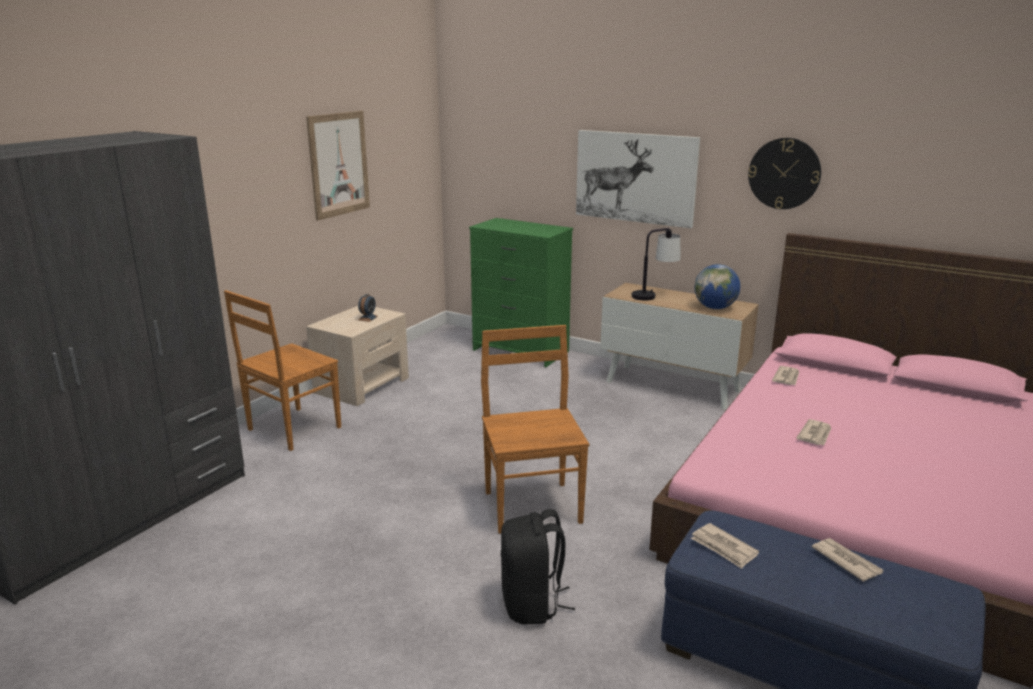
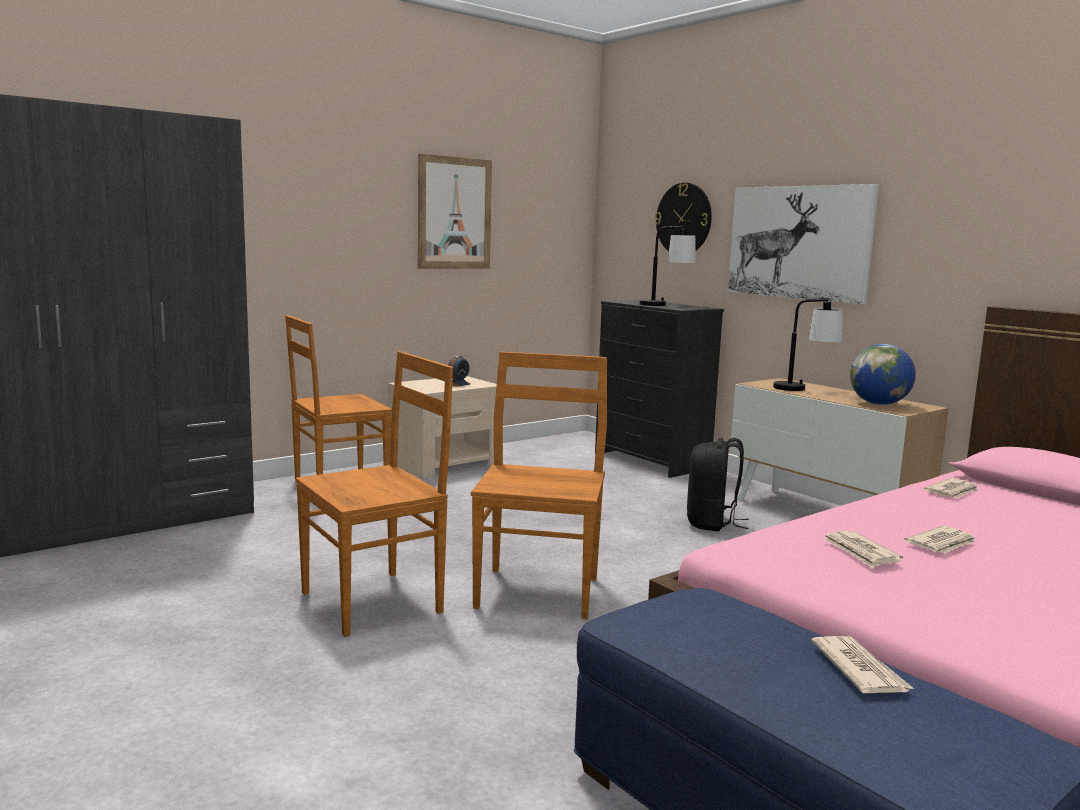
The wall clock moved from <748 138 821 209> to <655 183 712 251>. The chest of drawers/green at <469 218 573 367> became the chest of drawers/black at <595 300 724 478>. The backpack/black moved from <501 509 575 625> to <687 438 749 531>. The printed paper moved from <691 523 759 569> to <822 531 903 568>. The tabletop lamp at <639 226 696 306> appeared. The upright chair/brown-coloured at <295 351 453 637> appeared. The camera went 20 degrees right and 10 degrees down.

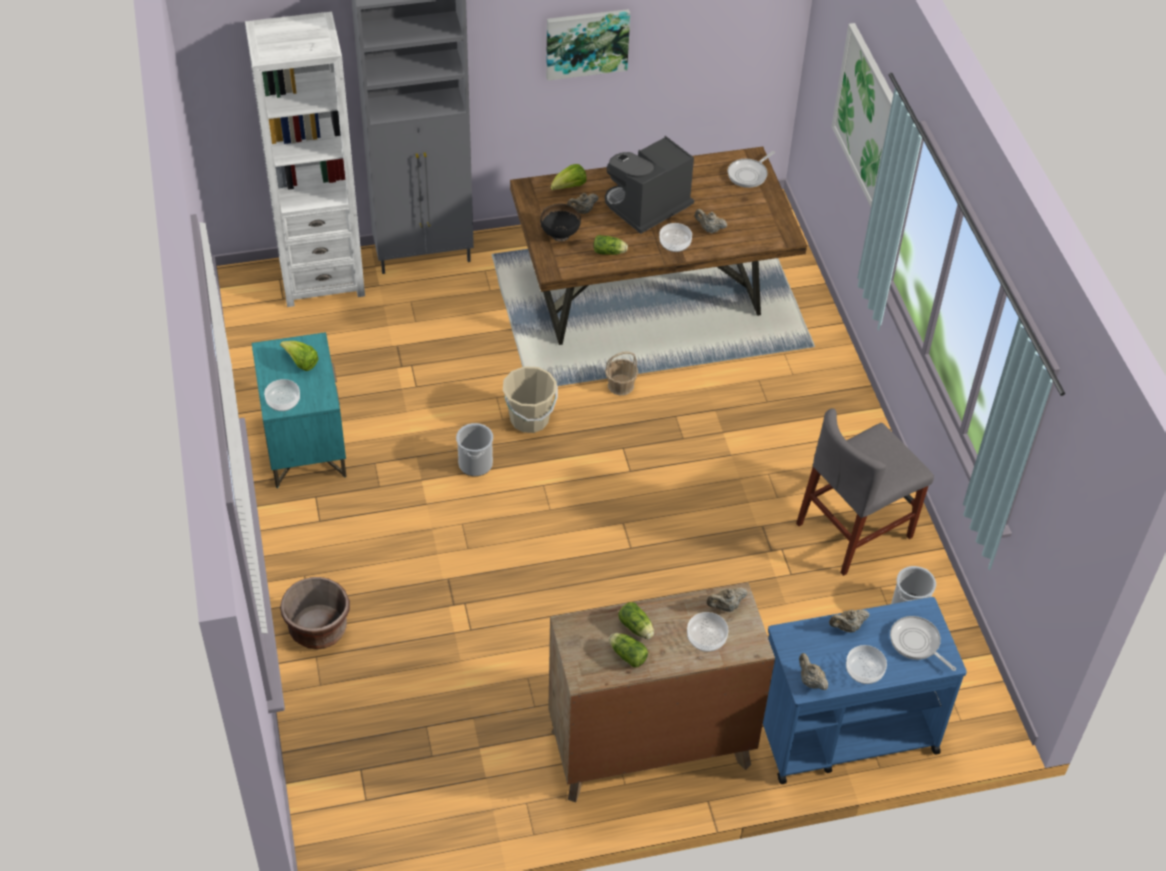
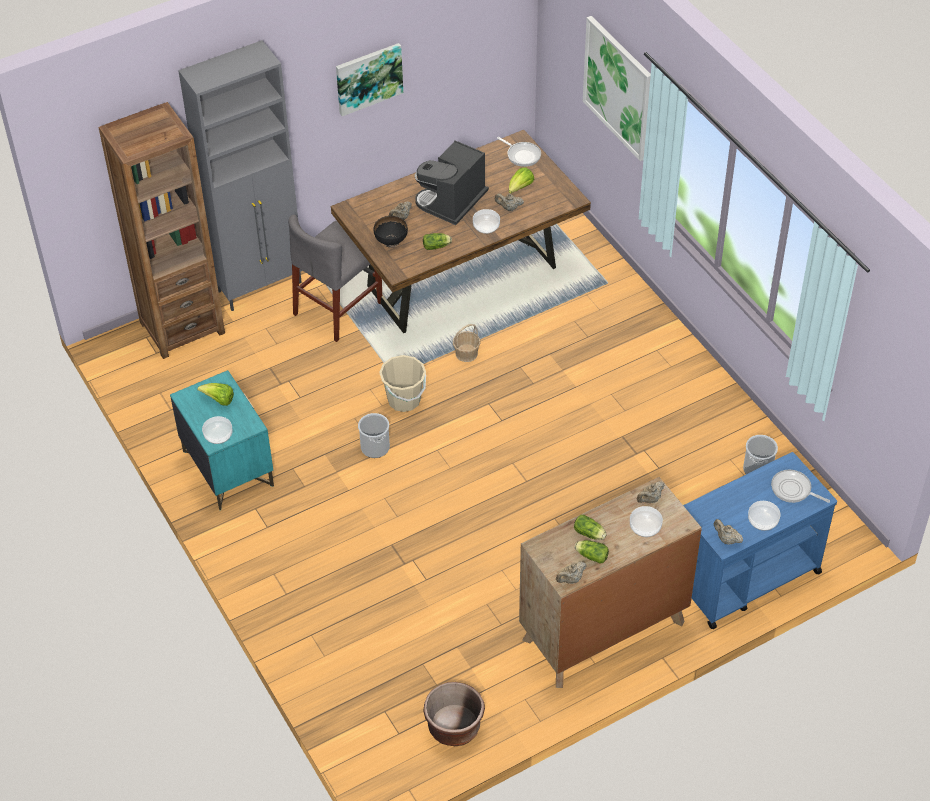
The shelving unit/white-coloured at <245 12 365 307> became the shelving unit/brown-coloured at <98 102 225 359>. The skillet at <728 151 775 188> turned 75 degrees counterclockwise. The lettuce moved from <551 164 587 190> to <509 167 534 194>. The upright chair/gray moved from <796 408 934 576> to <288 215 382 342>. The plant pot/brown-coloured moved from <280 577 350 650> to <424 682 485 746>. The tea pot/beige moved from <829 610 869 633> to <556 562 587 584>. The camera went 15 degrees left and 0 degrees up.

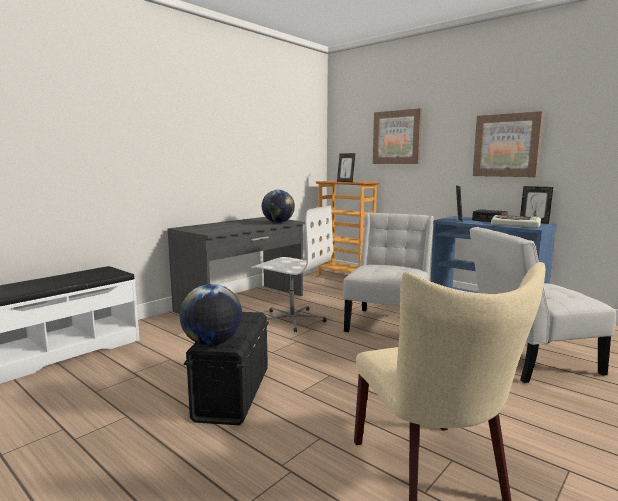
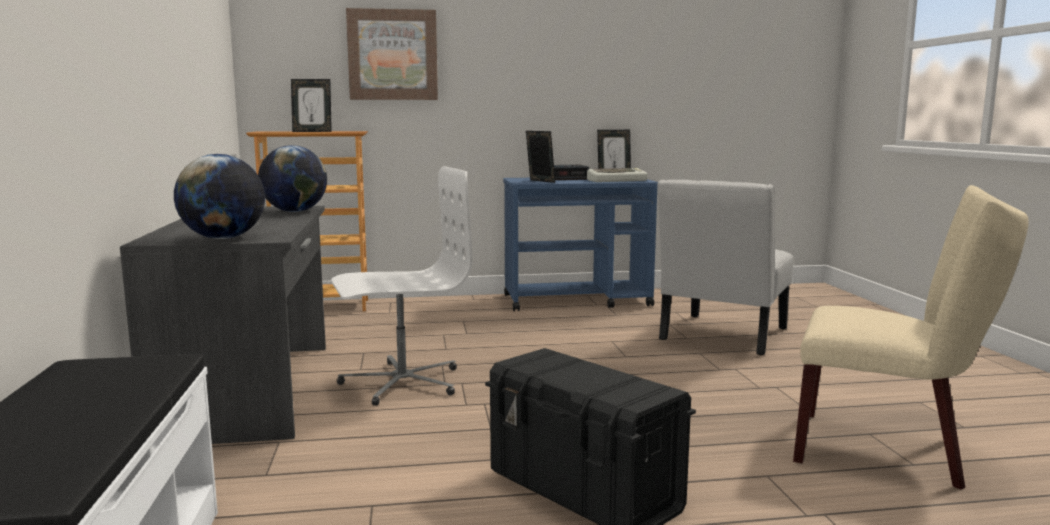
The picture at <473 111 543 177> disappeared. The upright chair/white-coloured at <343 213 434 332> disappeared. The desk globe moved from <180 284 242 346> to <174 154 265 239>. The camera went 50 degrees left and 0 degrees up.

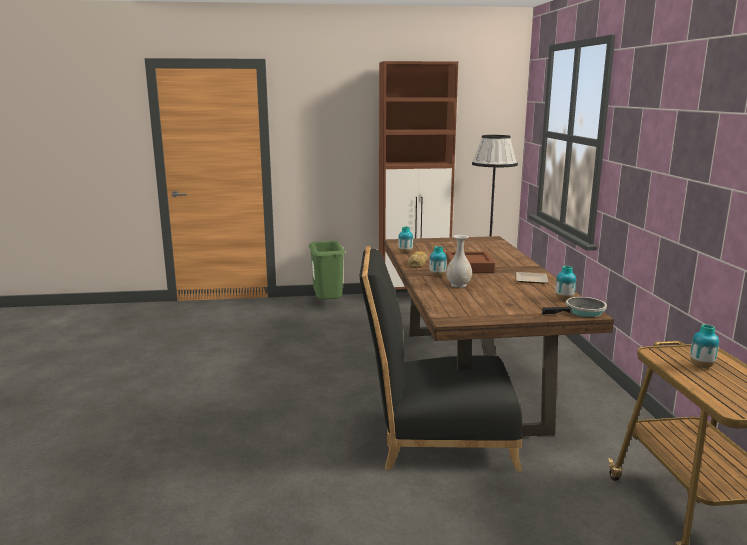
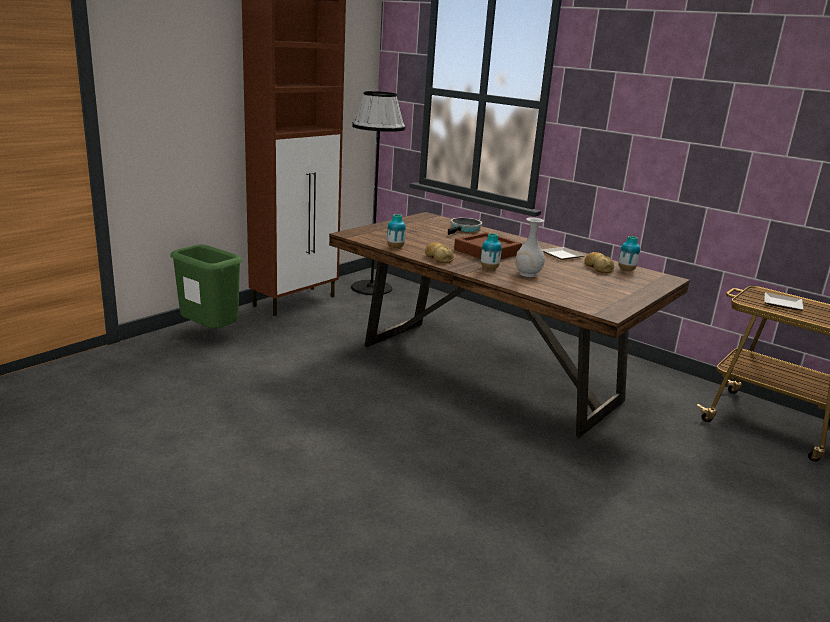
The upright chair/black at <359 246 522 472> disappeared. The skillet moved from <542 297 607 317> to <448 218 482 235>. The vase at <690 324 719 368> was replaced by the flat dish at <764 292 804 310>. The bread at <585 252 614 273> appeared. The camera went 45 degrees left and 5 degrees up.

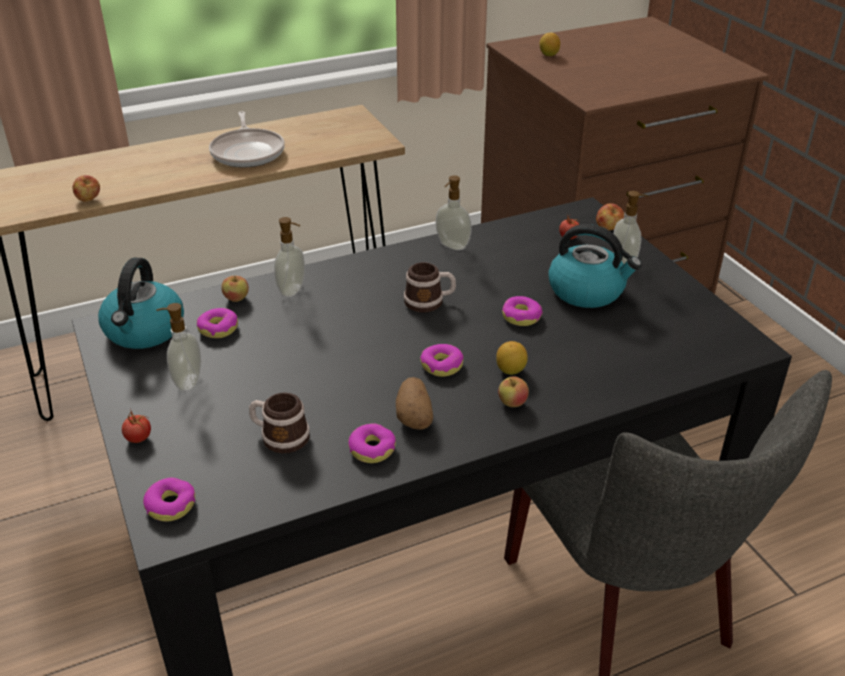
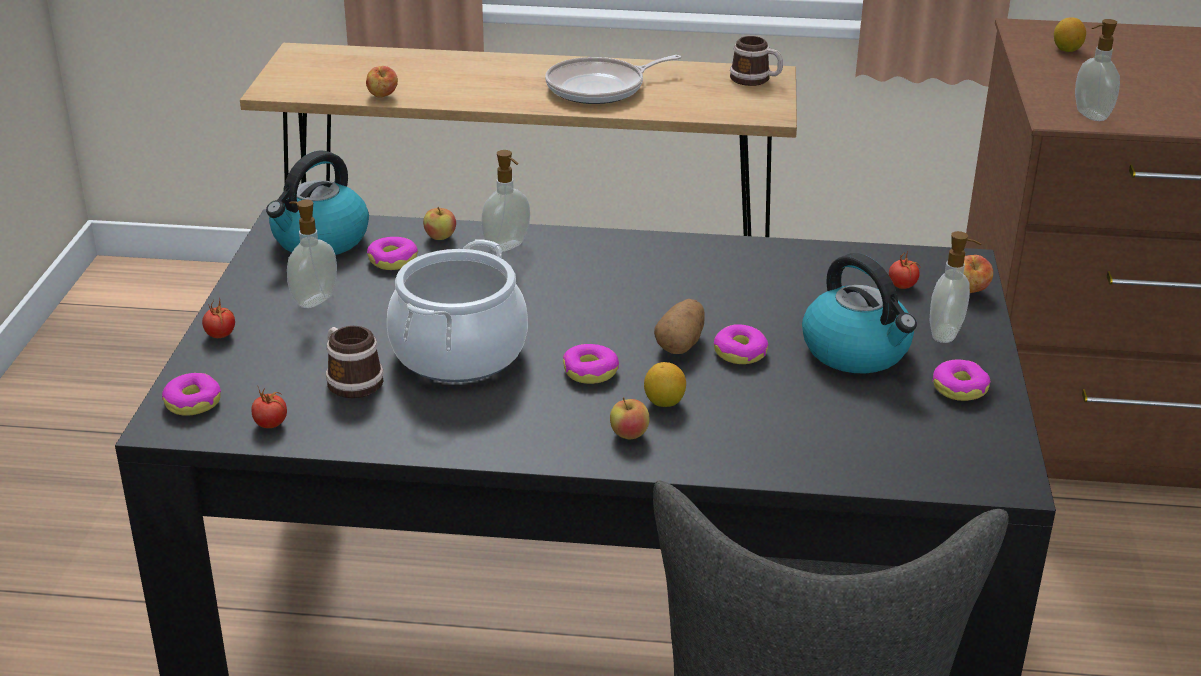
The skillet at <209 111 285 168> turned 45 degrees clockwise. The liquid soap bottle moved from <435 176 472 250> to <1075 19 1120 121>. The coffee mug moved from <404 262 456 313> to <730 36 783 86>. The potato moved from <396 377 433 430> to <654 299 705 354>. The ring doughnut moved from <348 424 396 463> to <932 360 991 401>. The stockpot at <387 239 528 382> appeared. The whole tomato at <251 387 287 428> appeared. The camera went 30 degrees right and 5 degrees down.

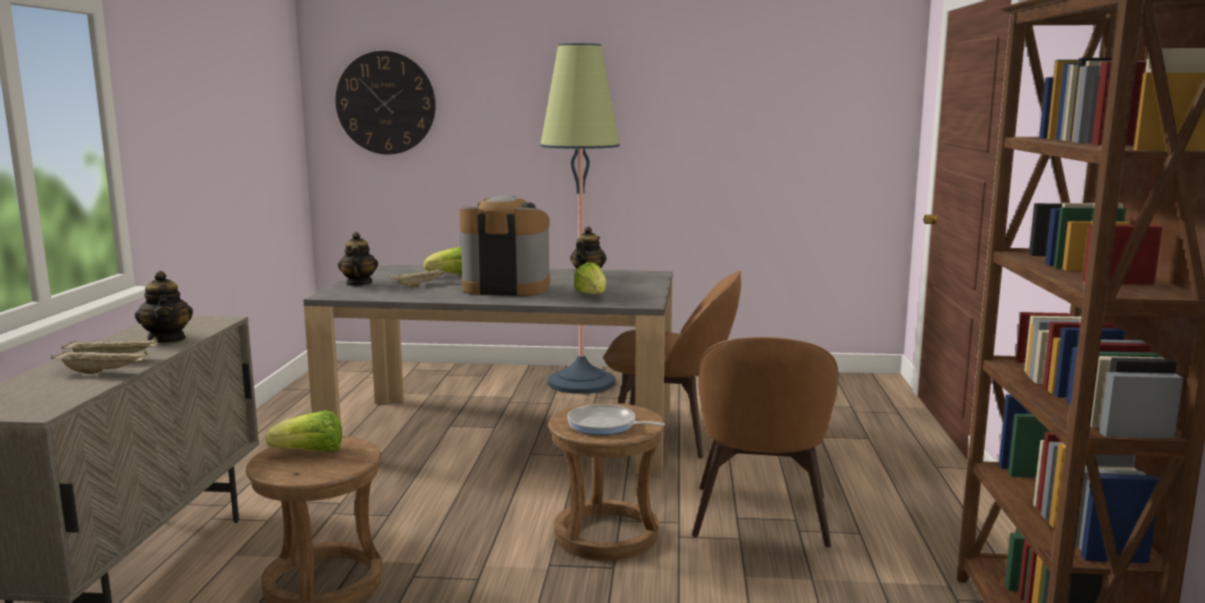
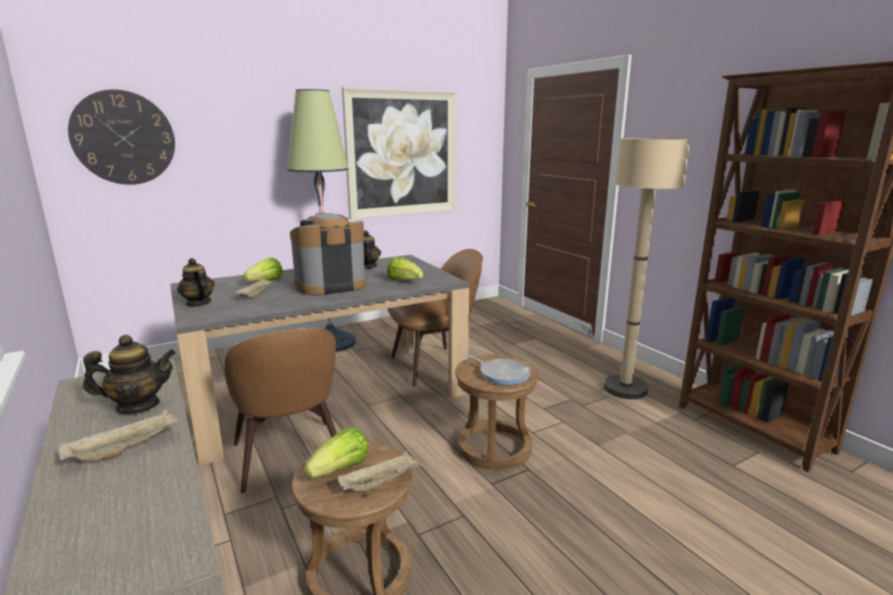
The tea pot at <135 271 193 343> turned 45 degrees counterclockwise. The upright chair/brown-coloured moved from <692 337 838 548> to <224 328 337 493>. The carrying tray/beige moved from <50 350 148 374> to <338 451 421 492>. The skillet at <567 404 665 435> turned 135 degrees counterclockwise. The picture at <342 87 457 219> appeared. The floor lamp/beige at <604 137 690 399> appeared. The camera went 35 degrees left and 5 degrees up.

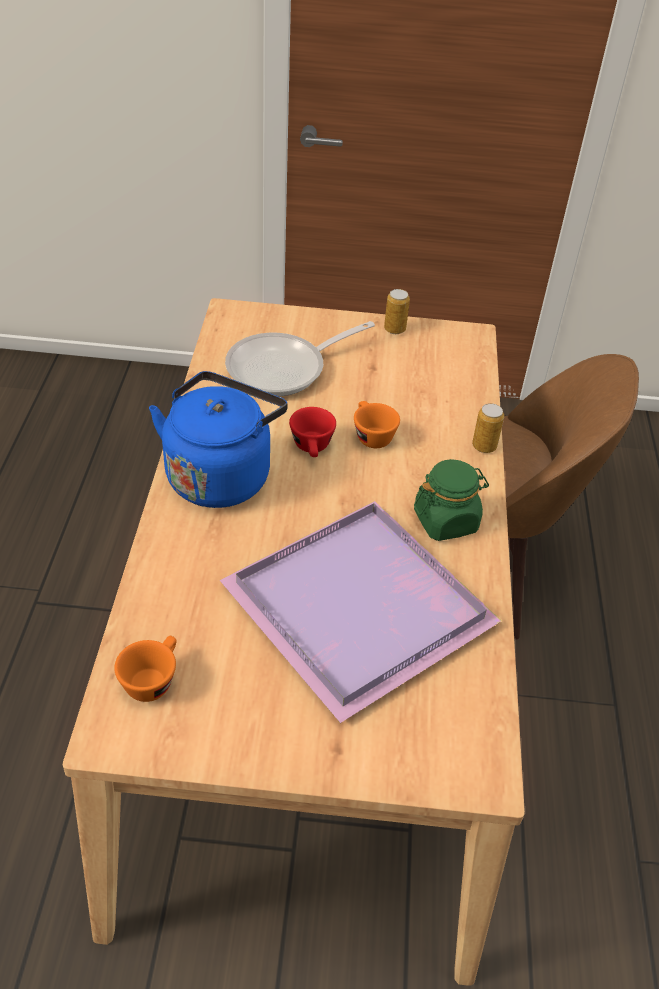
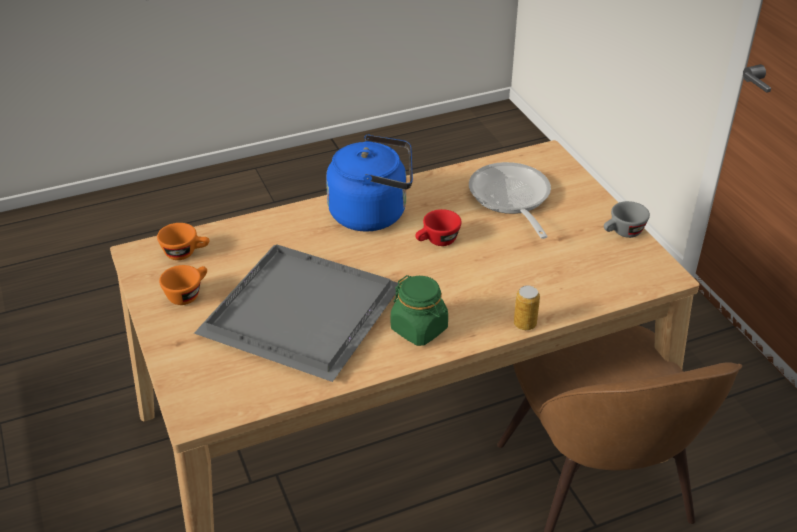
The sealed can at <384 289 410 334> was replaced by the drinking cup/gray at <604 201 650 238>. The skillet at <225 321 375 397> turned 45 degrees clockwise. The drinking cup/orange moved from <354 401 400 448> to <159 265 207 305>. The carrying tray/purple-coloured at <220 501 501 723> became the carrying tray/gray at <194 244 400 382>. The camera went 65 degrees right and 5 degrees down.

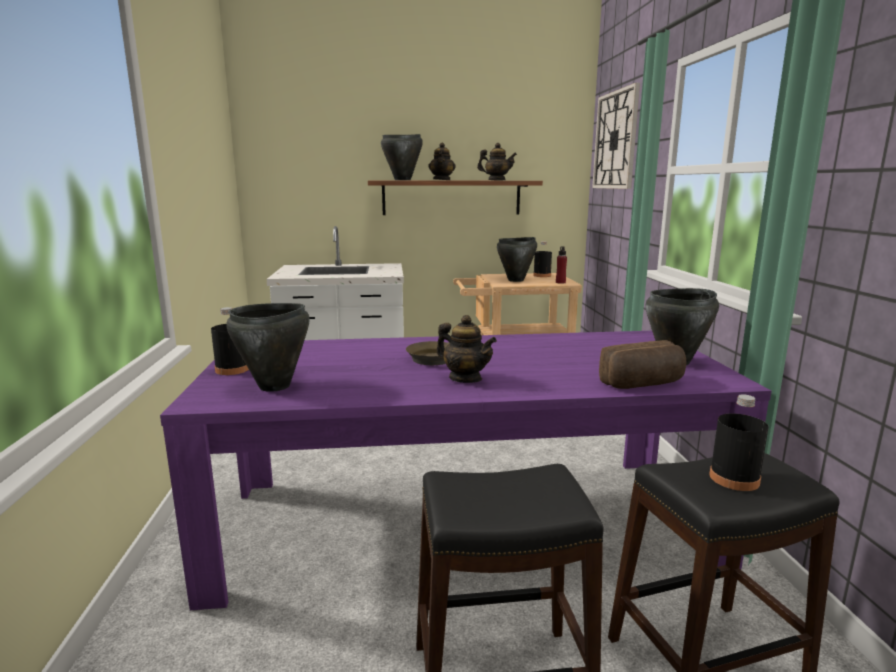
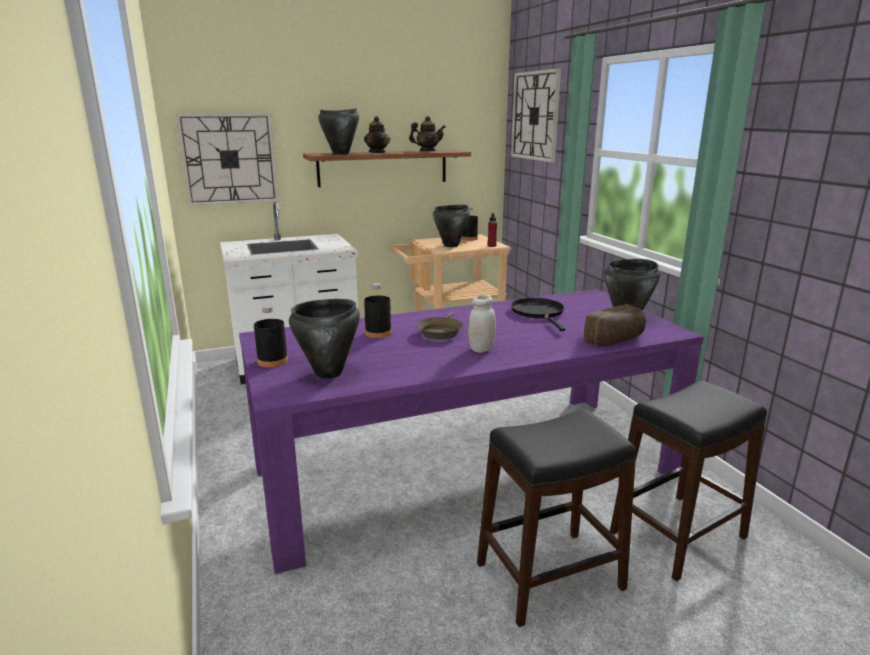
The tea pot at <437 315 497 383> was replaced by the jar/white-coloured at <468 295 496 353>. The drink bottle/black moved from <709 394 769 491> to <364 283 392 338>. The wall clock at <176 113 279 206> appeared. The skillet/black at <511 298 565 331> appeared. The camera went 15 degrees left and 5 degrees up.

